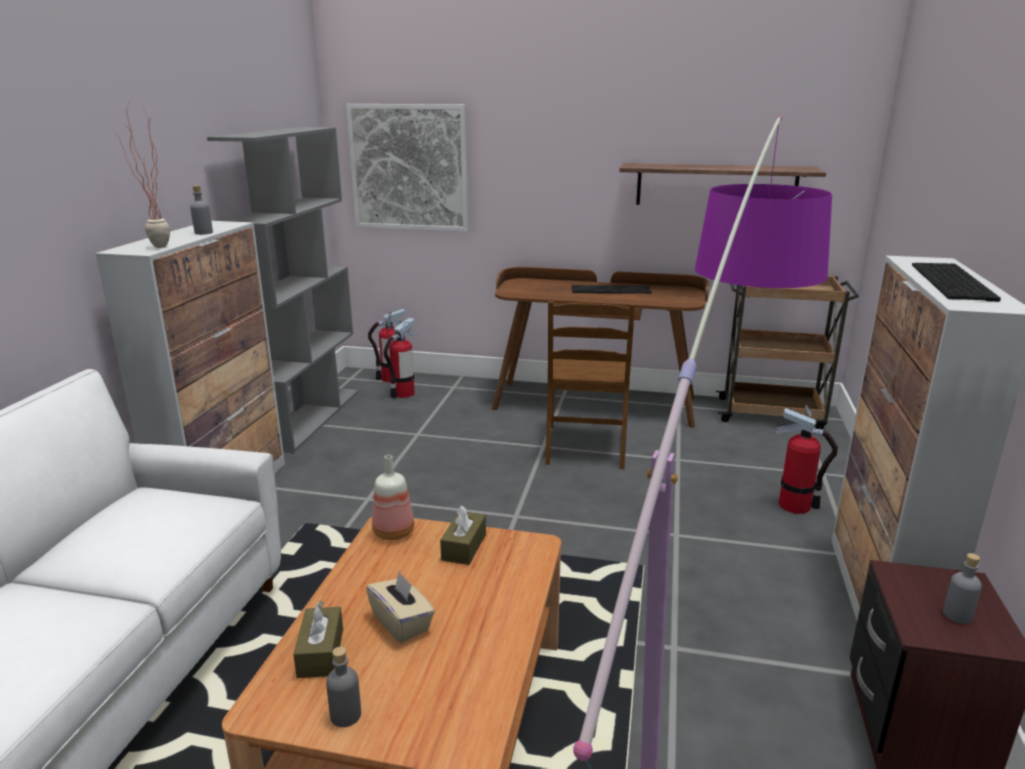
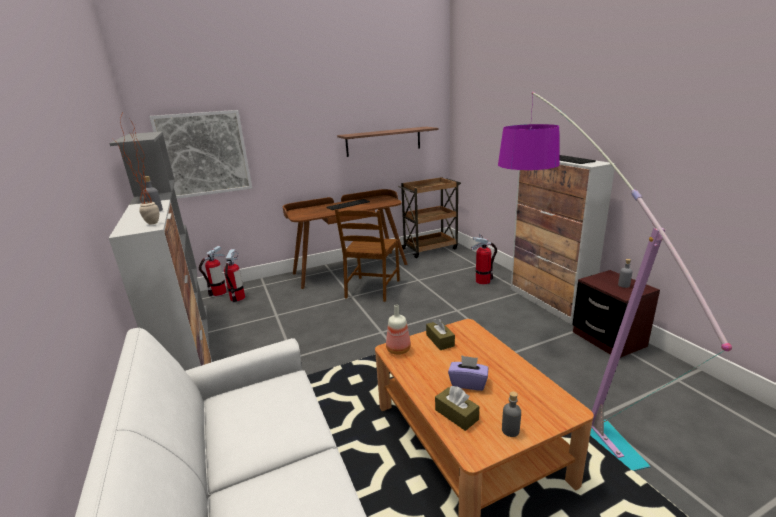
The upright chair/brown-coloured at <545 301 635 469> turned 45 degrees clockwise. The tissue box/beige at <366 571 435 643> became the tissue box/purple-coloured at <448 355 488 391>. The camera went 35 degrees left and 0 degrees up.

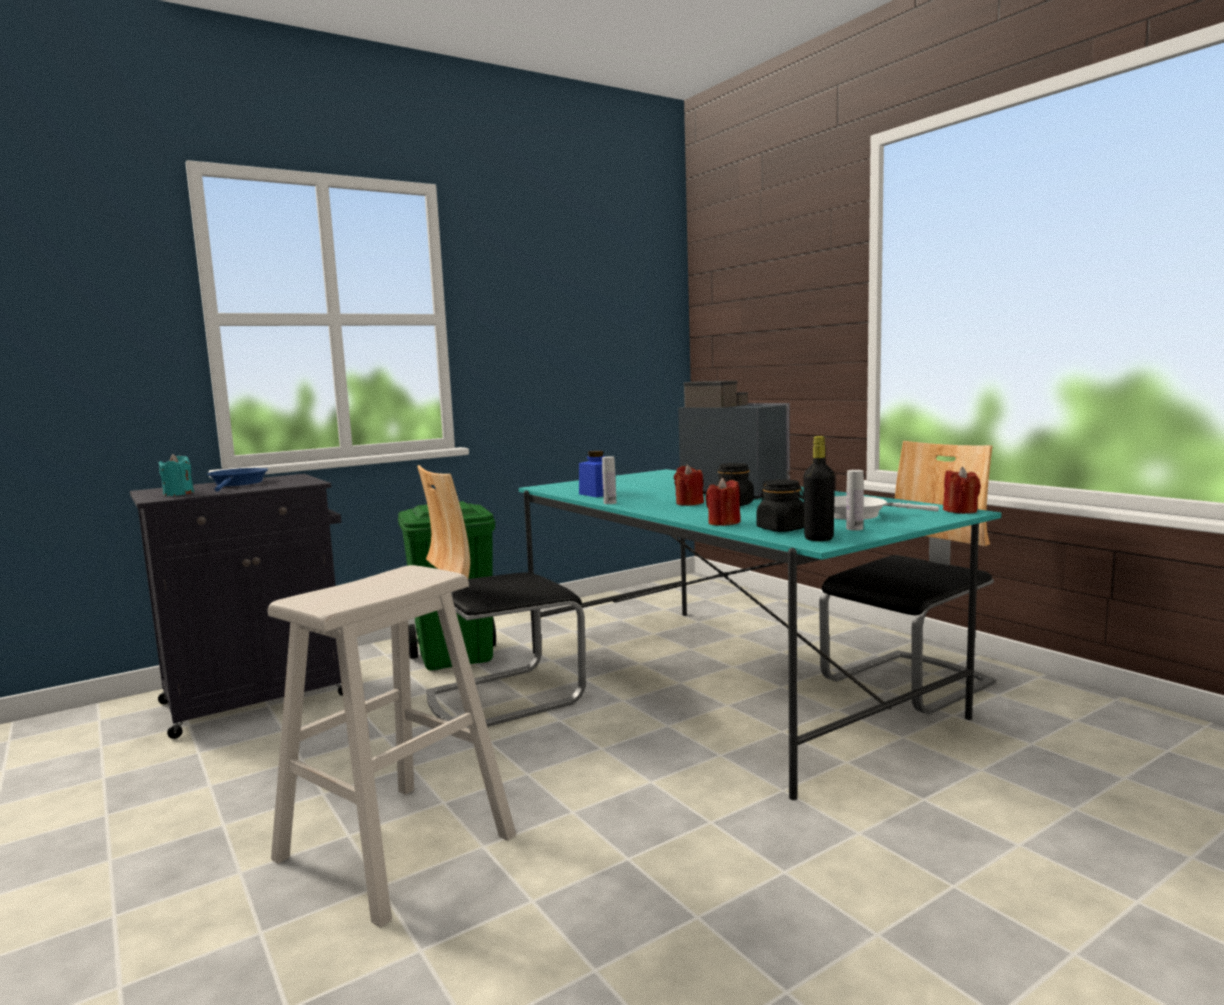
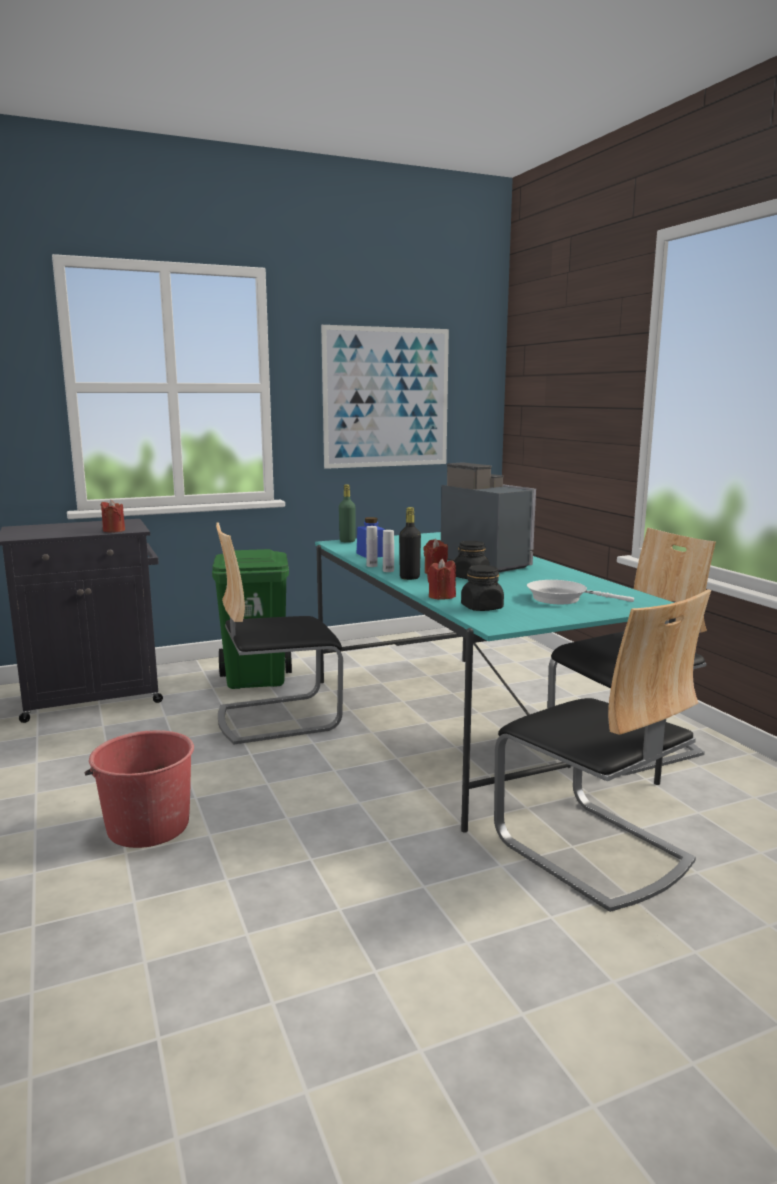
The drink bottle/black moved from <803 436 835 541> to <399 507 421 580>. The wax light/turquoise at <159 454 194 496> disappeared. The wax light/red-coloured moved from <943 467 981 514> to <101 500 125 533>. The skillet/blue at <208 468 268 492> disappeared. The drink bottle/white-coloured moved from <846 470 864 531> to <383 530 394 572>. The stool/beige at <268 565 516 928> was replaced by the bucket/red-coloured at <85 730 194 848>. The picture at <321 325 449 469> appeared. The drink bottle/green at <339 484 356 543> appeared. The upright chair at <494 589 711 912> appeared. The camera went 10 degrees right and 5 degrees up.

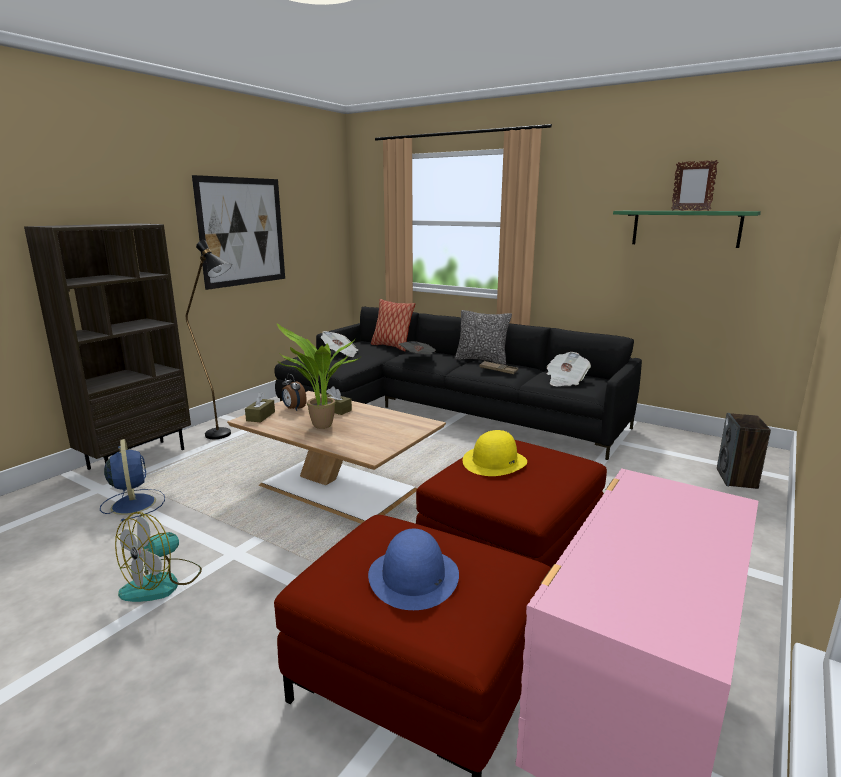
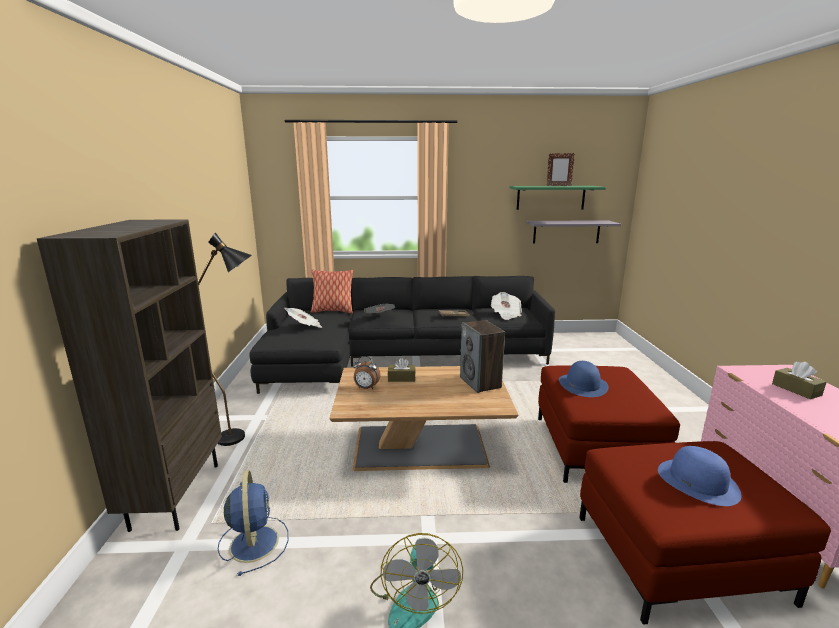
The picture at <192 175 285 290> disappeared. The throw pillow at <455 310 512 365> disappeared. The potted plant at <277 323 361 429> disappeared. The tissue box/brown-coloured moved from <245 392 275 422> to <772 362 826 399>. The loudspeaker moved from <717 413 771 489> to <460 320 505 393>. The hat/yellow at <463 430 527 476> became the hat/blue at <559 361 609 397>. The fan/blue at <100 439 165 521> turned 45 degrees clockwise. The bracket shelf/gray at <526 220 621 244> appeared. The camera went 35 degrees left and 0 degrees up.

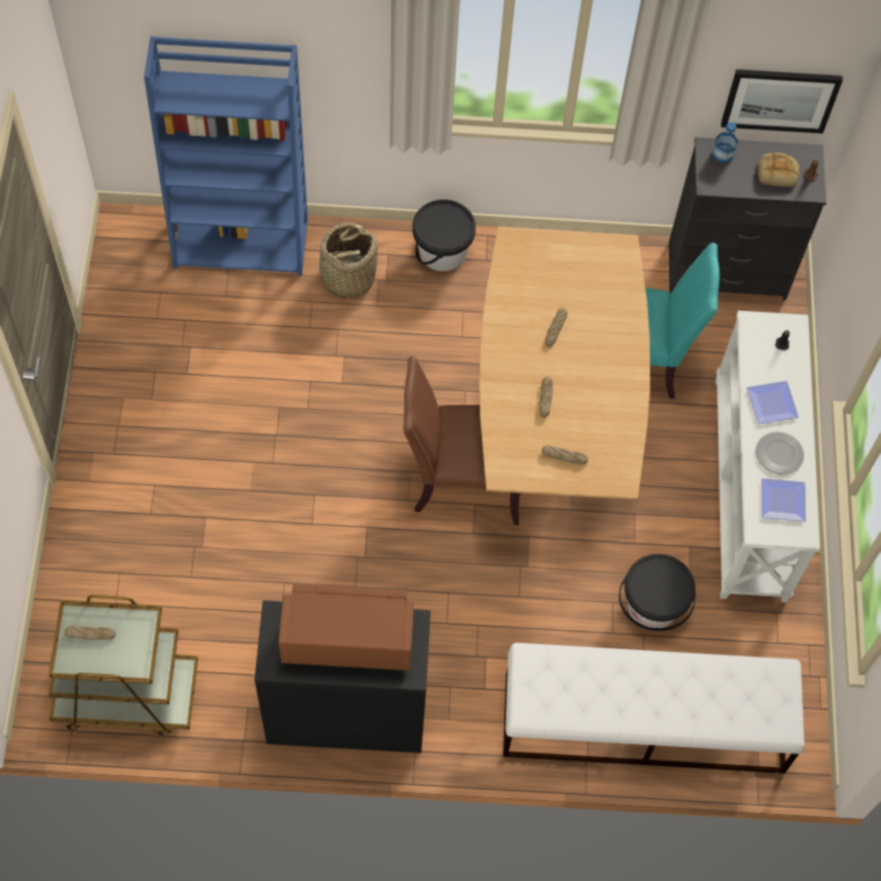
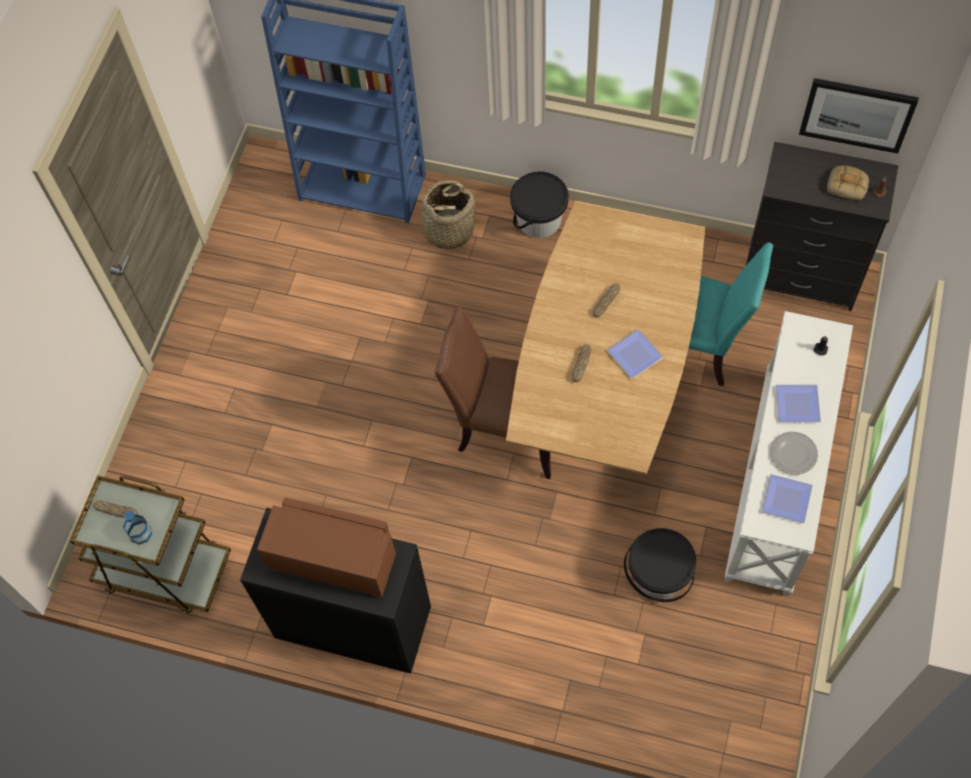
The drink bottle moved from <712 122 738 163> to <123 511 152 545>. The bread at <542 445 588 465> disappeared. The bench/white-coloured at <503 643 804 773> disappeared. The flat dish at <607 329 663 379> appeared. The camera went 20 degrees right and 0 degrees up.

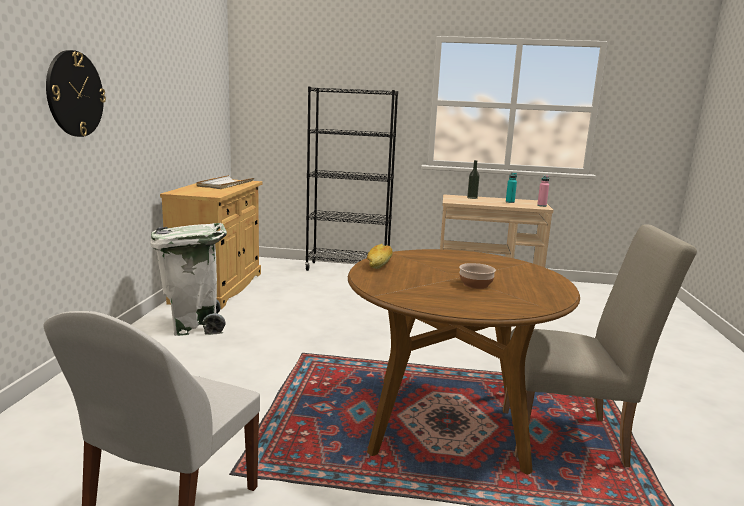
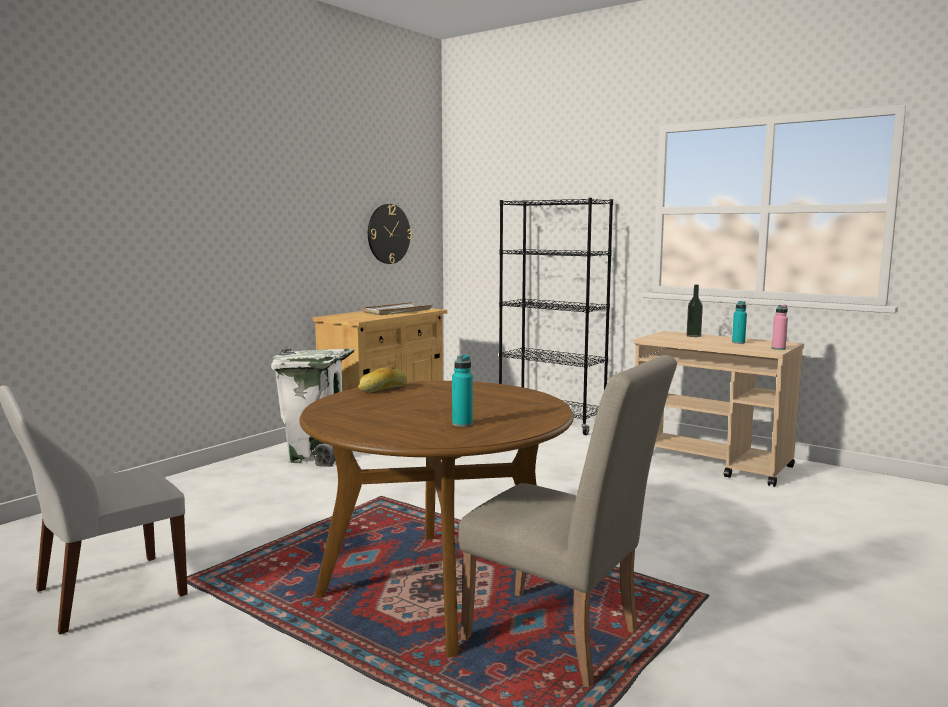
The wall clock moved from <46 50 106 137> to <368 204 412 264>. The bowl at <459 263 496 289> disappeared. The drink bottle/turquoise at <452 355 473 427> appeared. The camera went 30 degrees right and 5 degrees down.

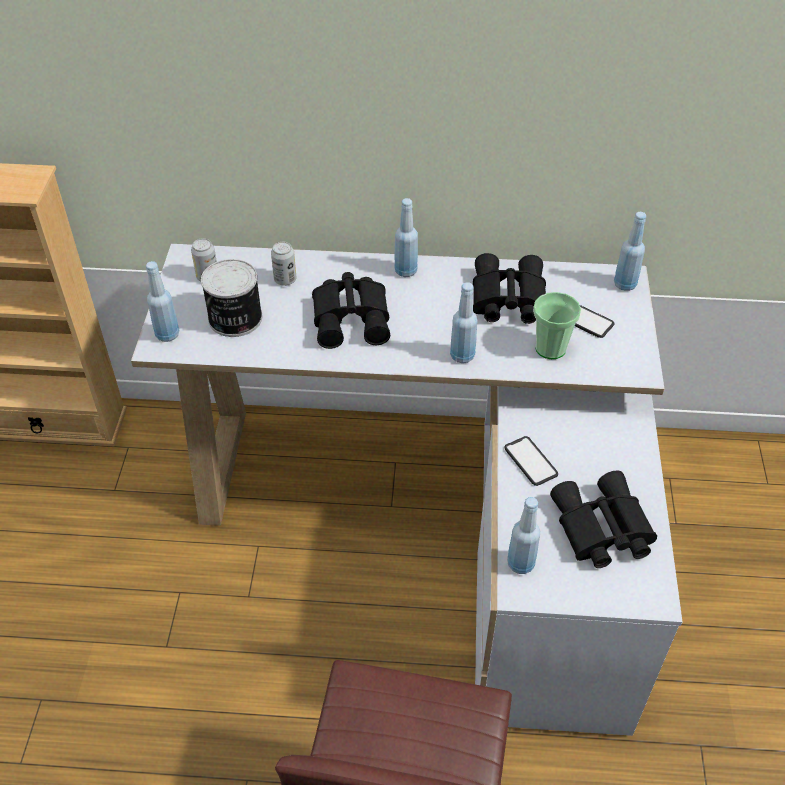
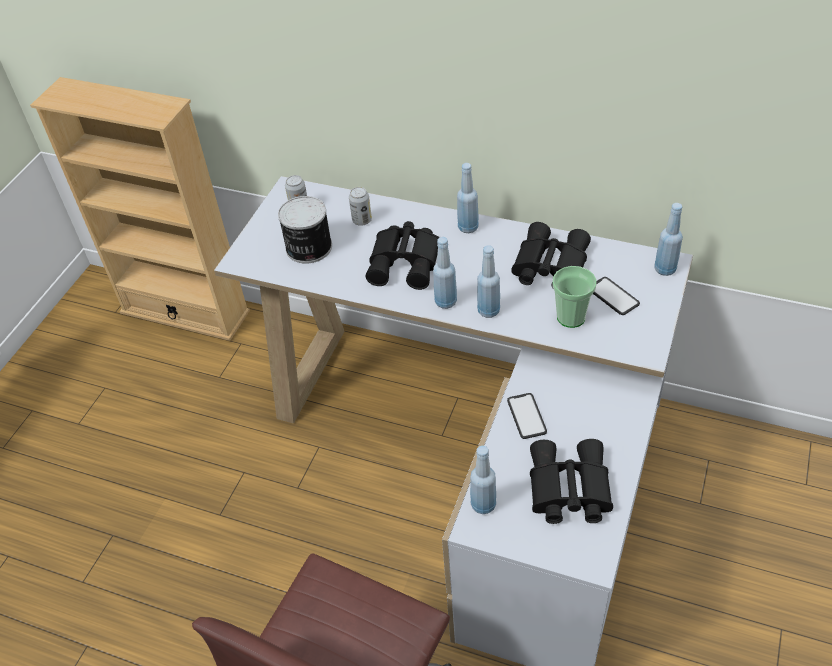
The drink bottle/blue moved from <146 261 180 342> to <433 237 457 309>. The camera went 20 degrees right and 0 degrees up.

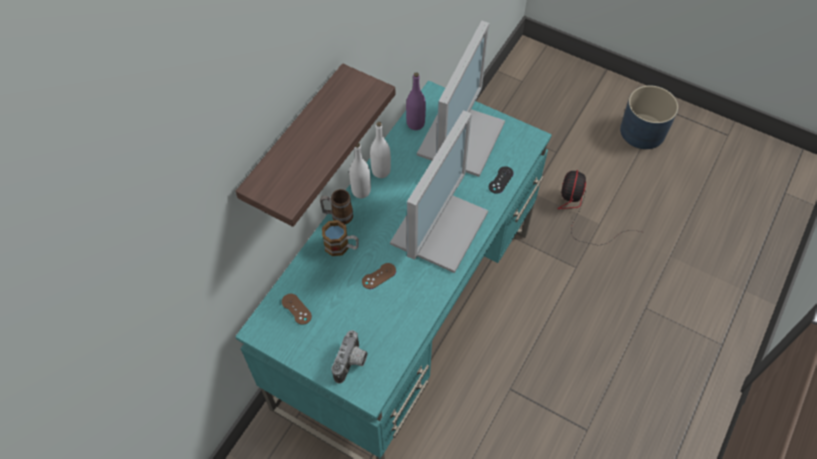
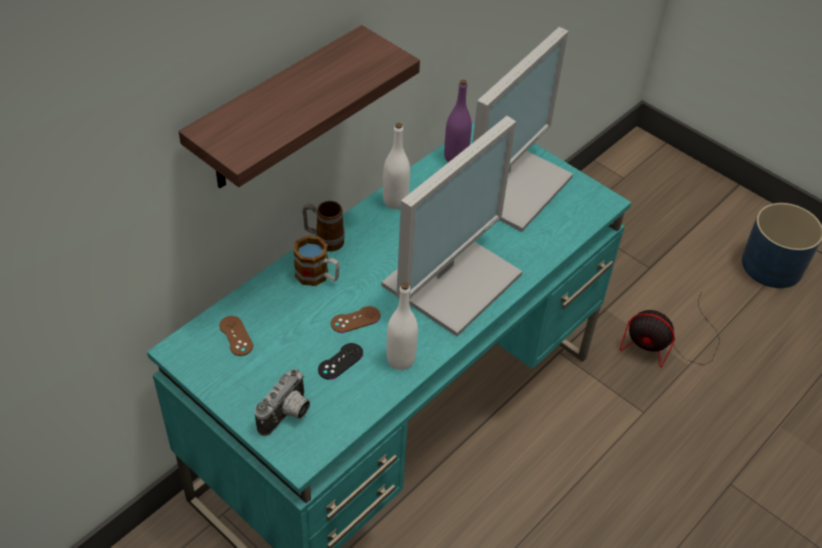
The drink bottle/white-coloured moved from <349 143 371 198> to <387 282 418 370>. The joypad/black moved from <489 166 514 194> to <318 343 363 380>. The fan at <557 170 641 246> turned 90 degrees counterclockwise. The camera went 10 degrees right and 10 degrees down.

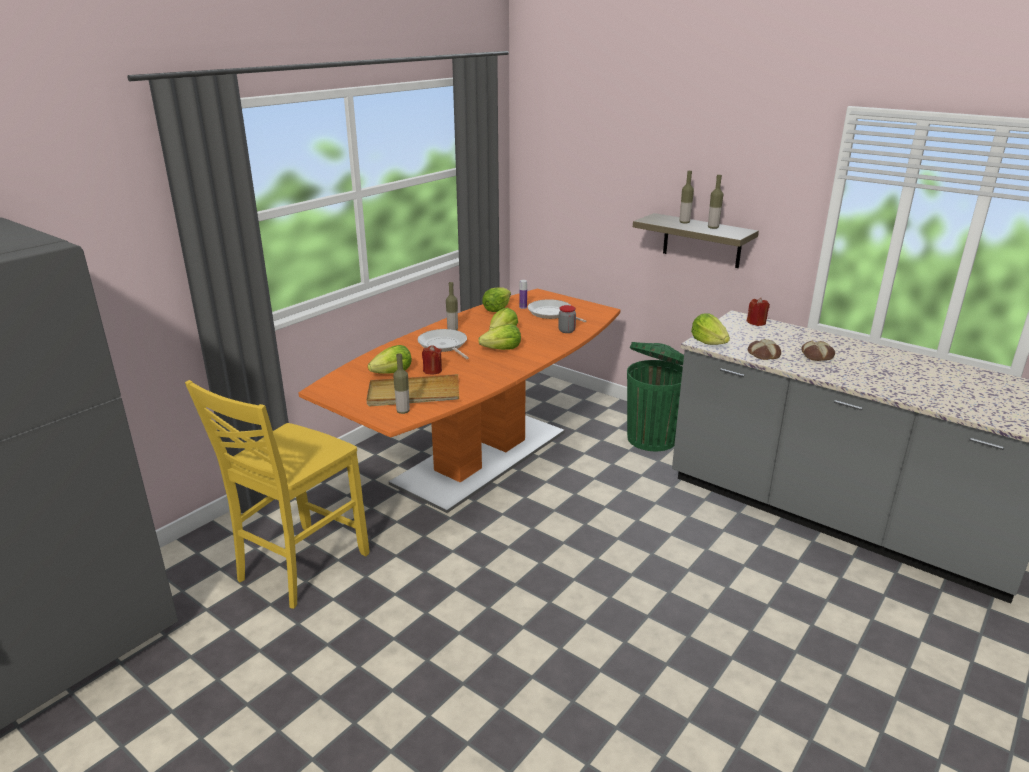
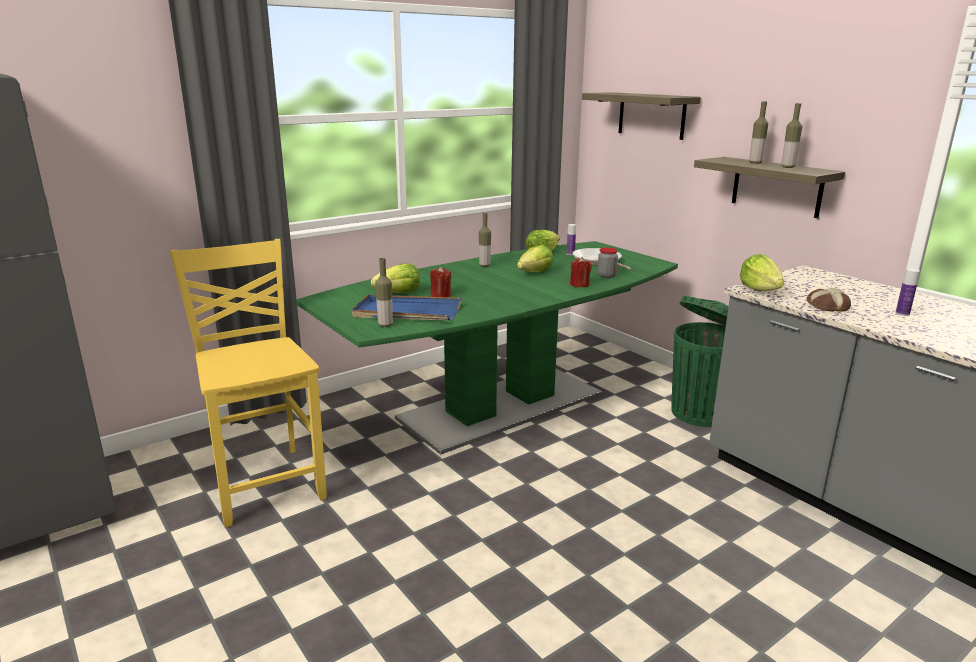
The dining table/orange at <298 288 620 513> became the dining table/green at <296 241 678 455>. The wax light/red-coloured moved from <747 298 770 326> to <570 257 592 287>. The lettuce at <478 324 521 350> disappeared. The skillet at <418 329 469 359> disappeared. The bread at <801 341 835 361> was replaced by the drink bottle at <895 268 920 316>. The carrying tray/beige at <367 374 459 406> became the carrying tray/blue at <352 295 461 320>. The upright chair/yellow at <185 380 370 609> turned 105 degrees clockwise. The bracket shelf at <582 92 701 140> appeared. The camera went 15 degrees right and 5 degrees down.

